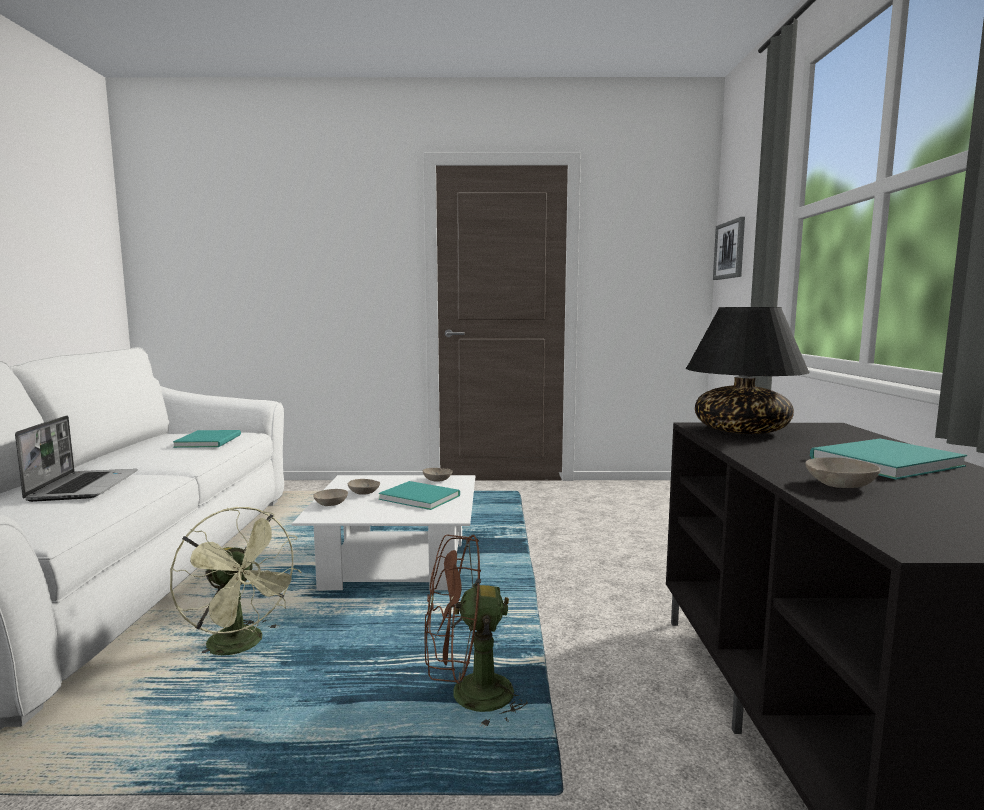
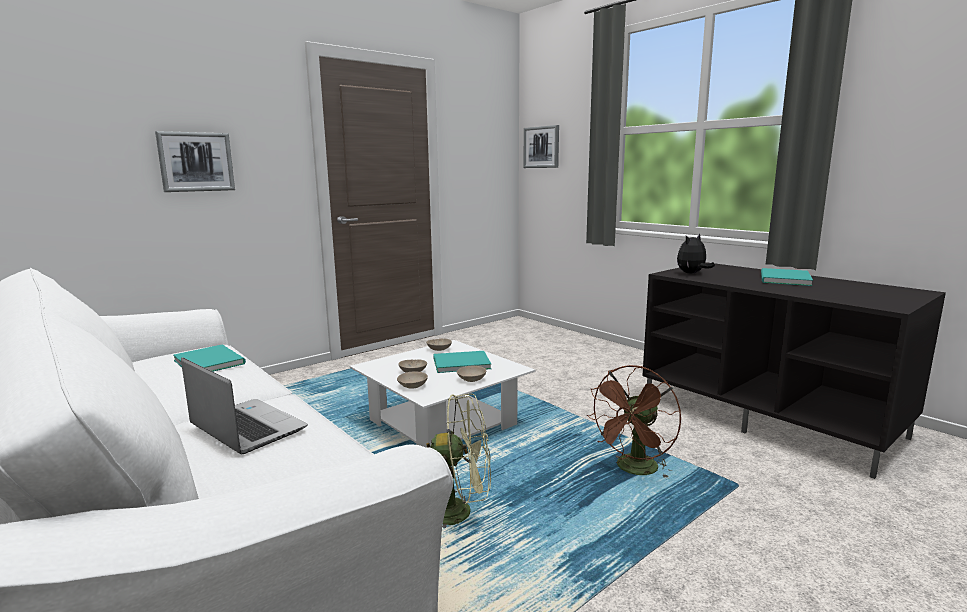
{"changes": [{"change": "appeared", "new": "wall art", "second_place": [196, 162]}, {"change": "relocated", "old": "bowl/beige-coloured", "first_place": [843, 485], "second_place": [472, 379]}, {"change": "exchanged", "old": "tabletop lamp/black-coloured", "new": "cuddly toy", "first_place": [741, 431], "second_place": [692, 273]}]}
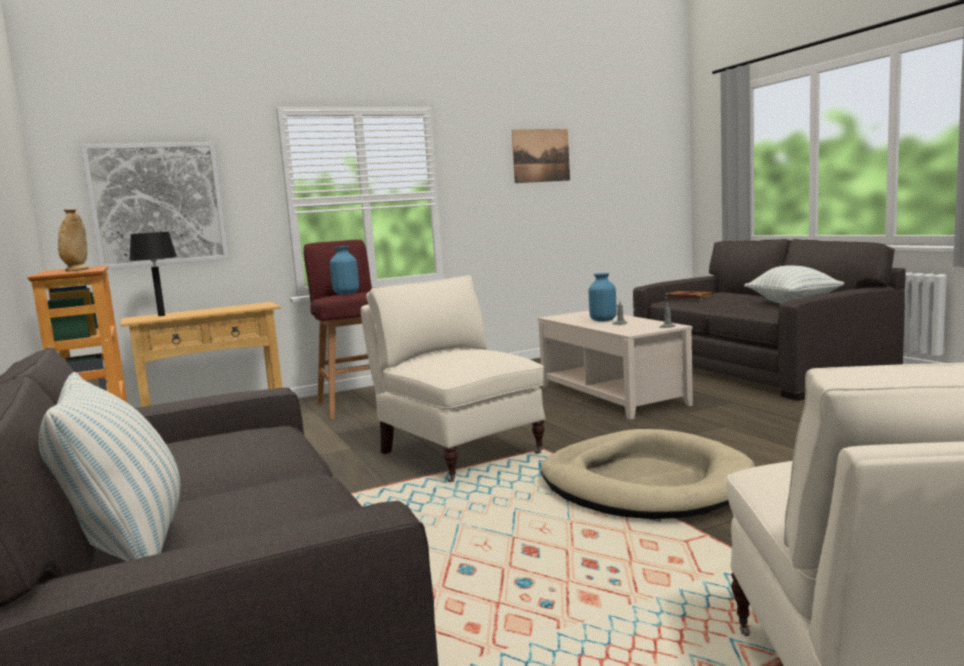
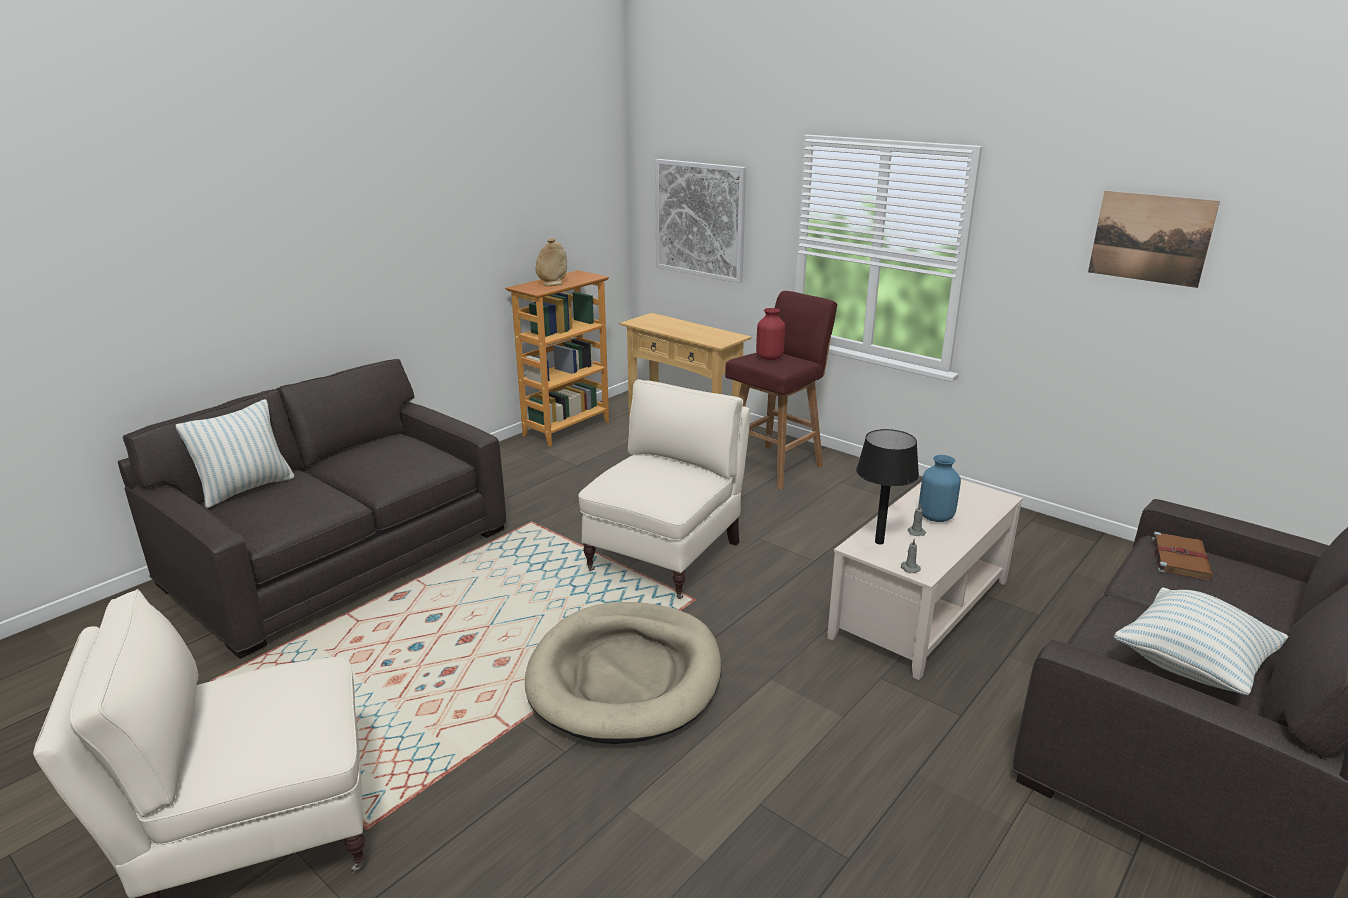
{"changes": [{"change": "colour", "old": "flower vase/blue-coloured", "new": "flower vase/red-coloured", "first_place": [346, 293], "second_place": [769, 358]}, {"change": "relocated", "old": "tabletop lamp/black-coloured", "first_place": [161, 315], "second_place": [878, 542]}]}
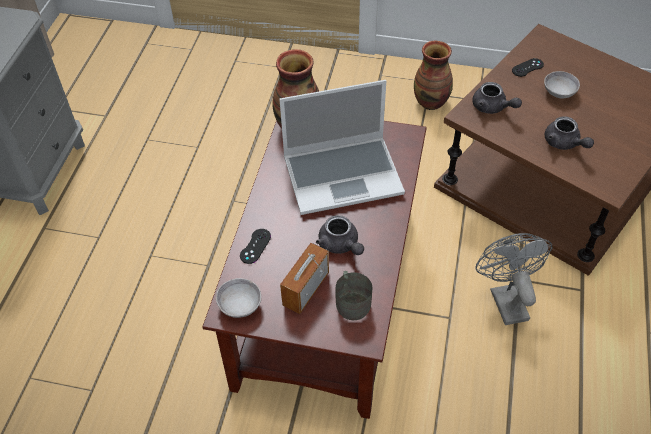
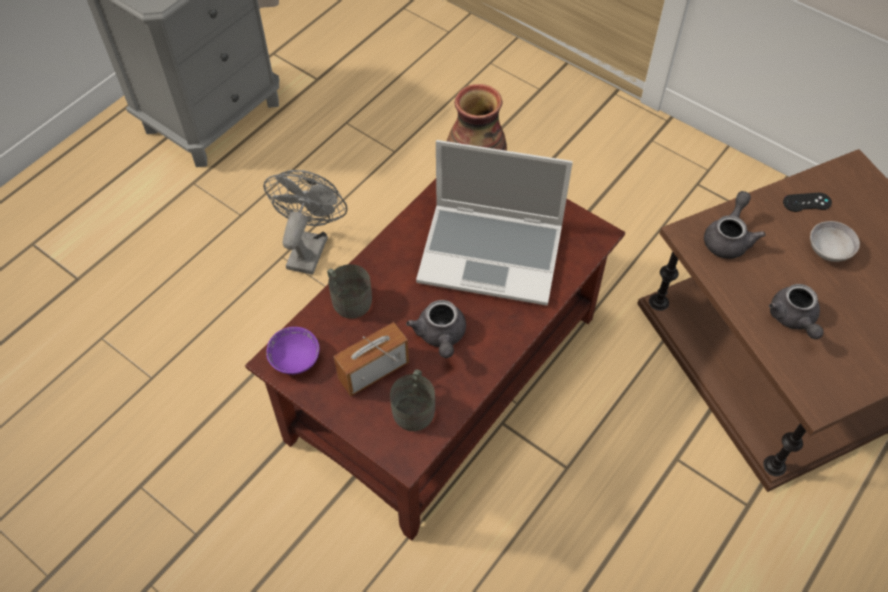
{"changes": [{"change": "relocated", "old": "cooling fan/greyish", "first_place": [505, 299], "second_place": [309, 247]}, {"change": "colour", "old": "bowl/greyish", "new": "bowl/purple", "first_place": [240, 305], "second_place": [295, 358]}, {"change": "exchanged", "old": "game controller/black-coloured", "new": "tea mug/greyish", "first_place": [255, 246], "second_place": [348, 298]}, {"change": "spun", "old": "pot for tea/greyish", "first_place": [492, 107], "second_place": [728, 238], "degrees": -135}, {"change": "missing", "old": "flower vase", "first_place": [431, 102]}]}
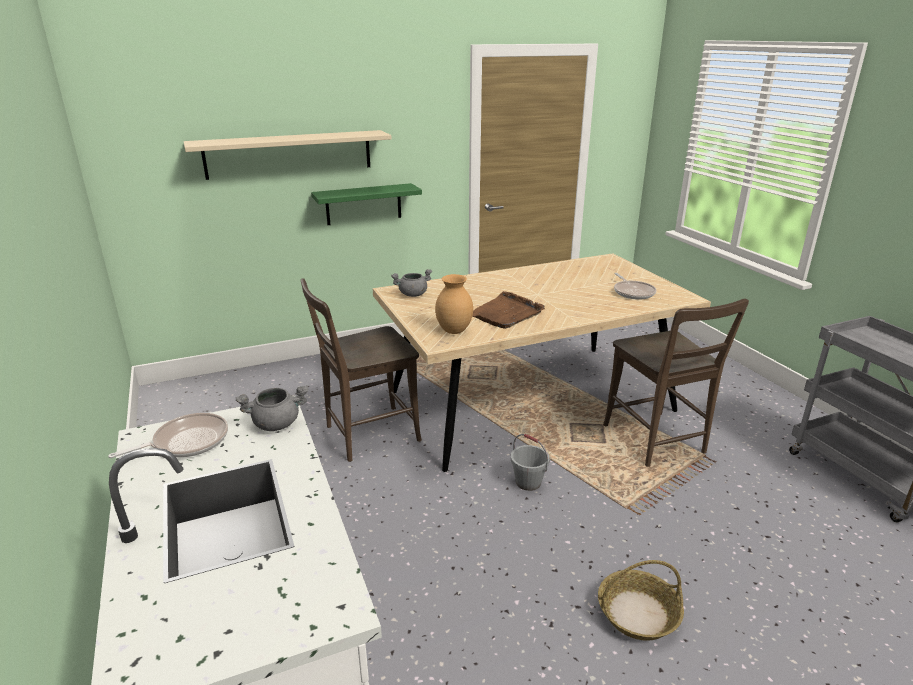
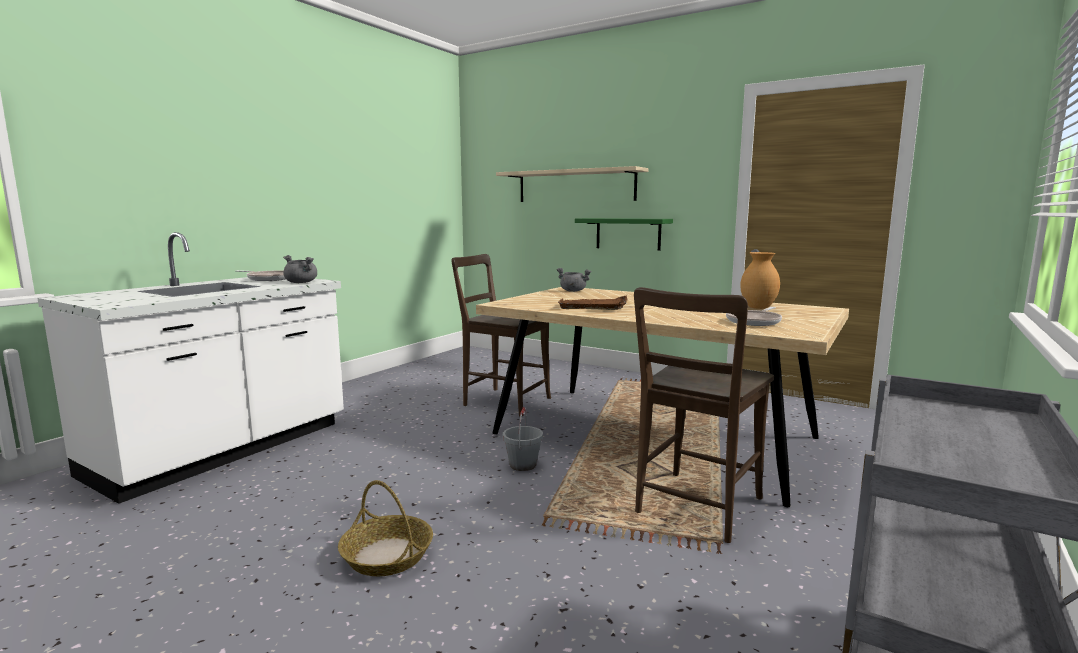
{"changes": [{"change": "relocated", "old": "flower vase/brownish", "first_place": [454, 331], "second_place": [757, 308]}]}
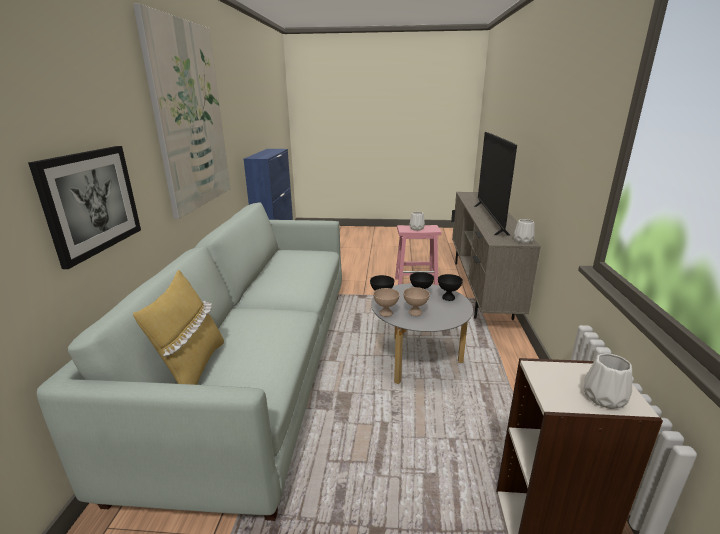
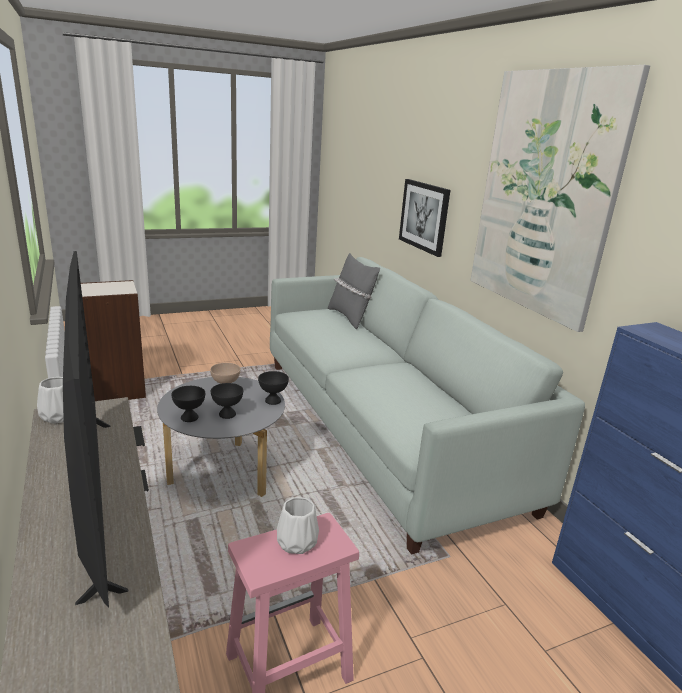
{"changes": [{"change": "colour", "old": "throw pillow/yellow", "new": "throw pillow/greyish", "first_place": [193, 369], "second_place": [350, 317]}, {"change": "missing", "old": "bowl/beige-coloured", "first_place": [385, 313]}, {"change": "missing", "old": "flower vase/white-coloured", "first_place": [602, 398]}]}
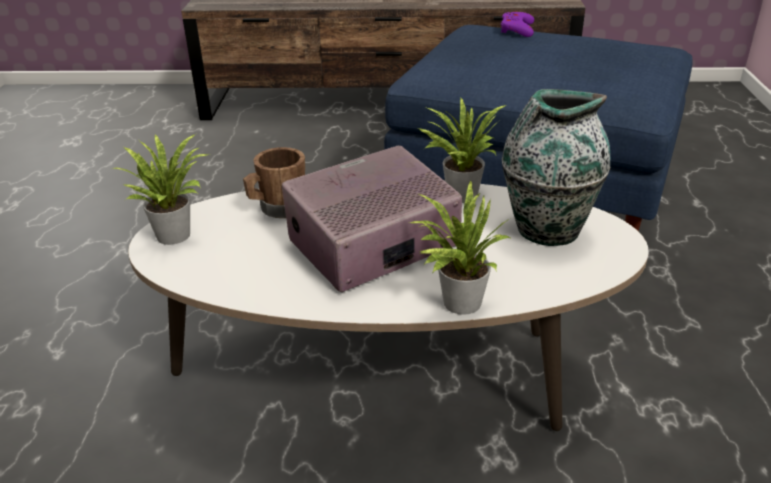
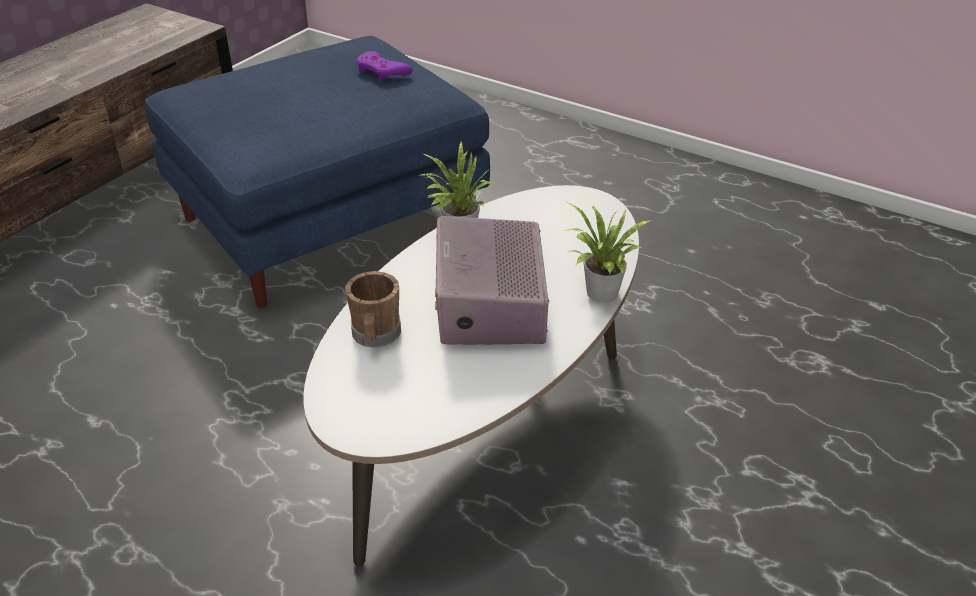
{"changes": [{"change": "relocated", "old": "game controller/purple", "first_place": [517, 29], "second_place": [382, 71]}, {"change": "missing", "old": "houseplant", "first_place": [174, 233]}, {"change": "missing", "old": "flower vase", "first_place": [546, 230]}]}
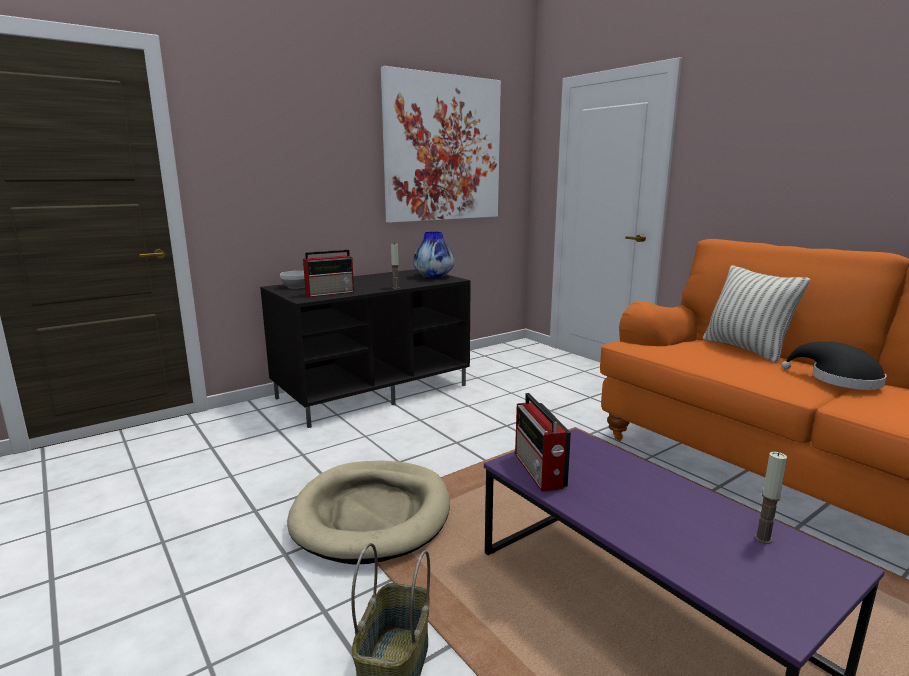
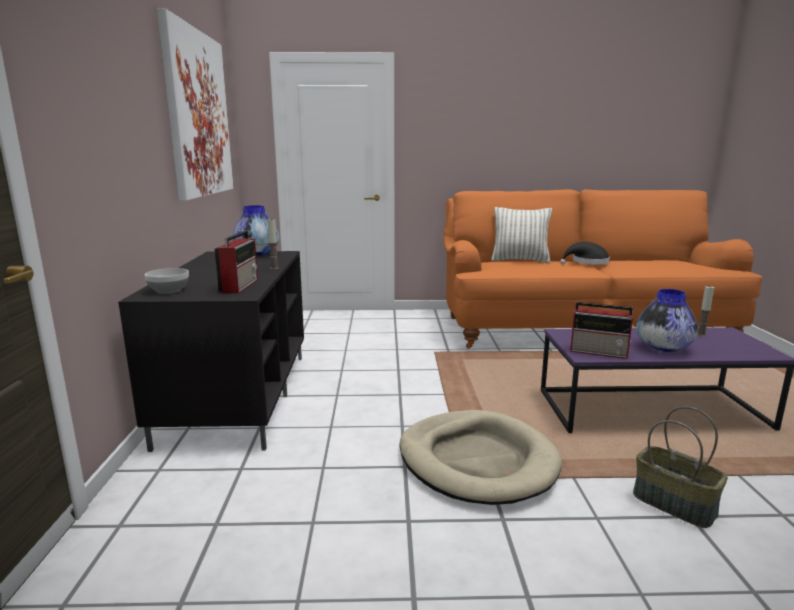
{"changes": [{"change": "appeared", "new": "flower vase", "second_place": [663, 348]}]}
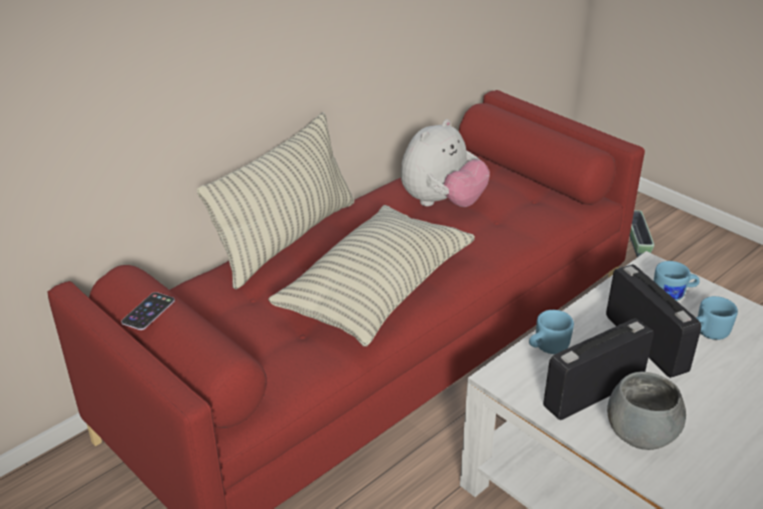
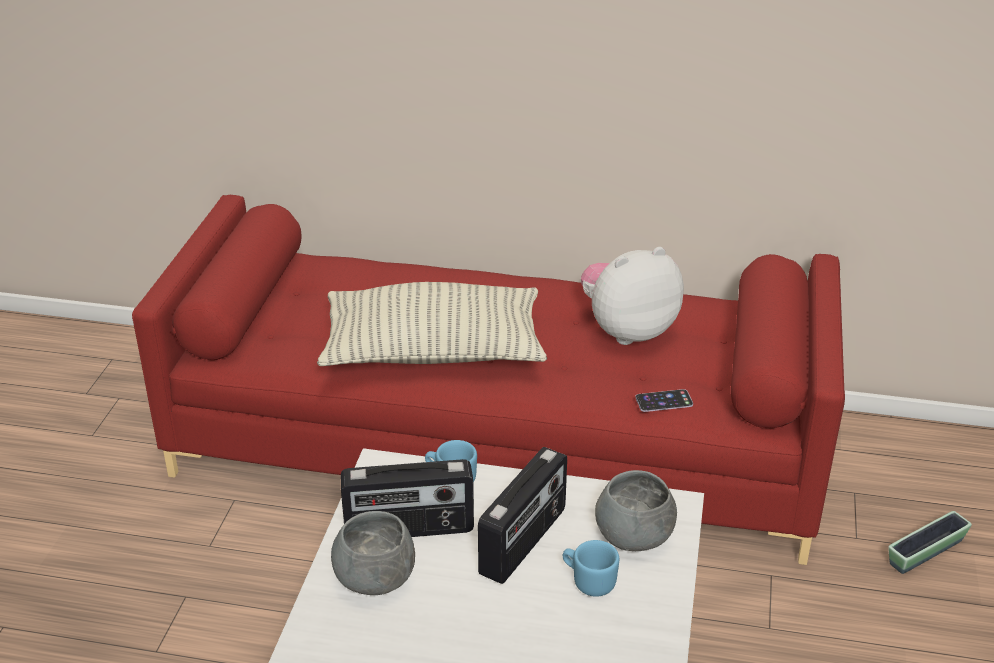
{"changes": [{"change": "spun", "old": "radio set", "first_place": [592, 392], "second_place": [409, 529], "degrees": 150}, {"change": "spun", "old": "cuddly toy", "first_place": [442, 203], "second_place": [627, 330], "degrees": 150}, {"change": "exchanged", "old": "tea mug/blue-coloured", "new": "bowl/greyish", "first_place": [673, 295], "second_place": [635, 537]}, {"change": "relocated", "old": "telephone", "first_place": [148, 311], "second_place": [664, 401]}, {"change": "missing", "old": "throw pillow", "first_place": [287, 239]}]}
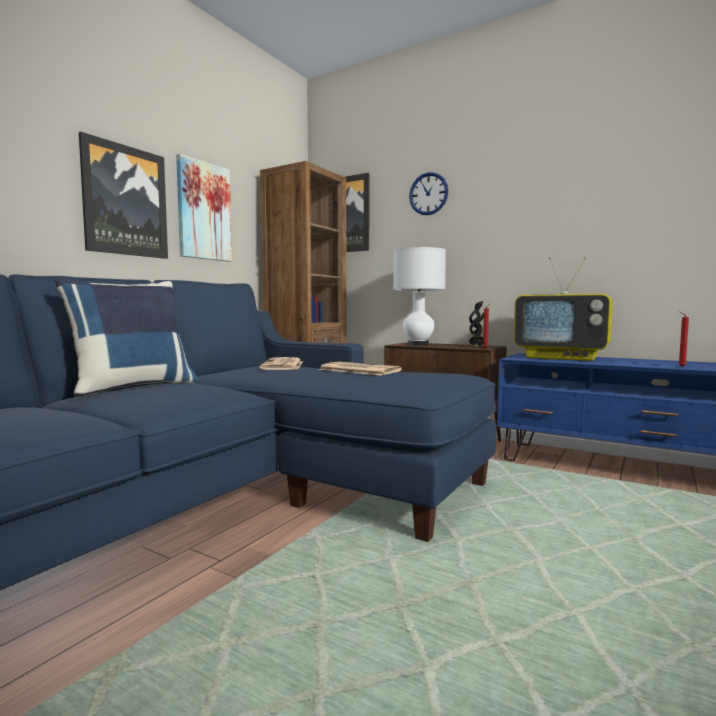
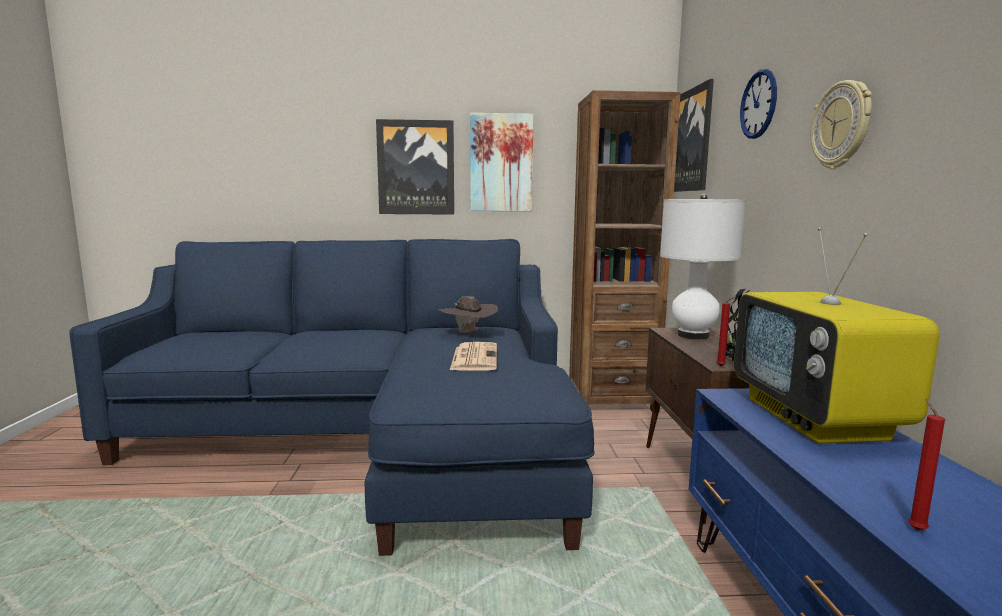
{"changes": [{"change": "exchanged", "old": "printed paper", "new": "hat/brownish", "first_place": [283, 365], "second_place": [468, 333]}, {"change": "appeared", "new": "clock on the wall", "second_place": [841, 125]}, {"change": "missing", "old": "throw pillow/blue-coloured", "first_place": [133, 387]}]}
